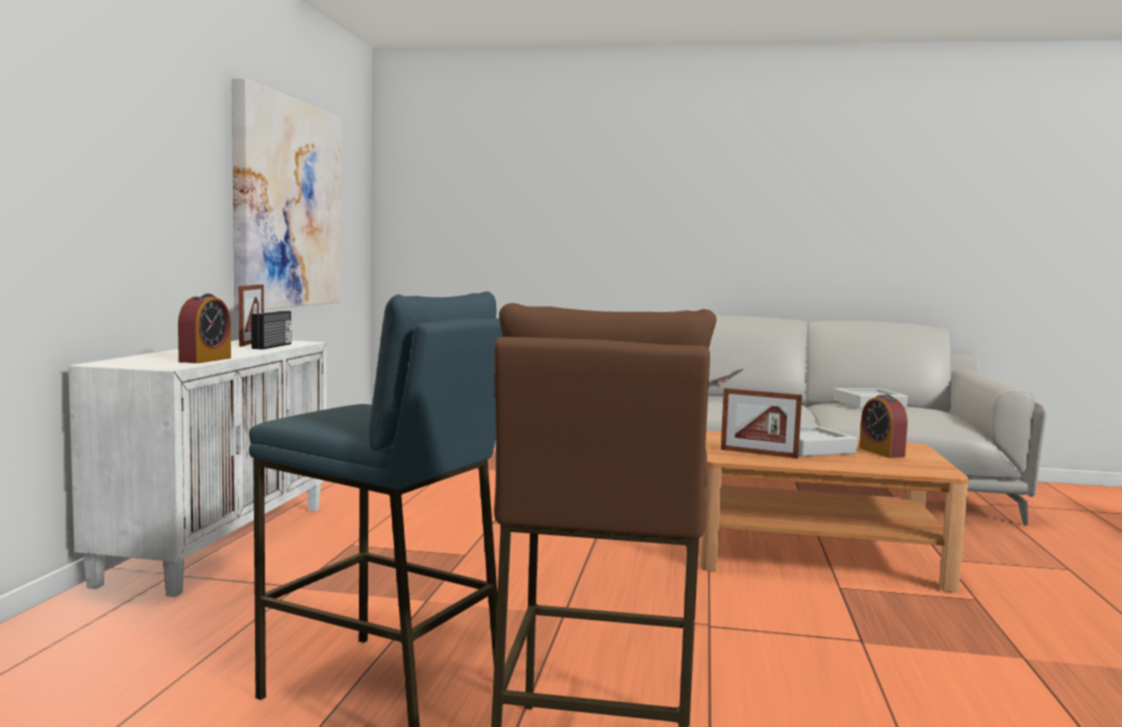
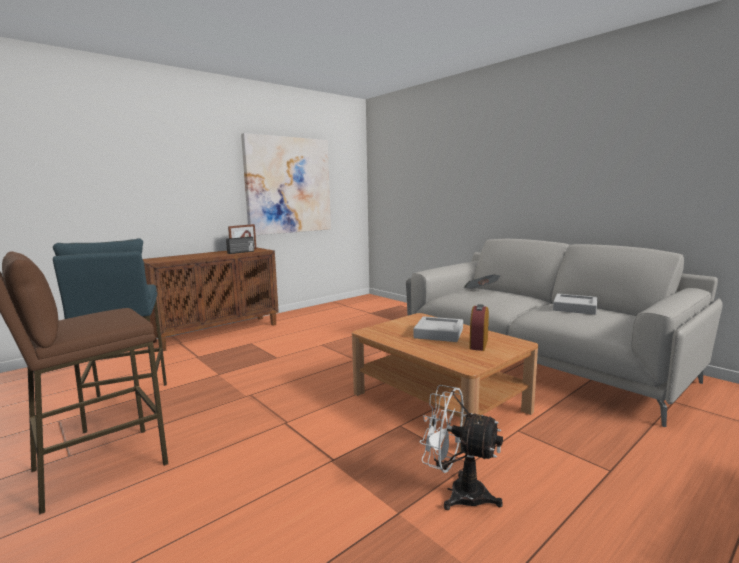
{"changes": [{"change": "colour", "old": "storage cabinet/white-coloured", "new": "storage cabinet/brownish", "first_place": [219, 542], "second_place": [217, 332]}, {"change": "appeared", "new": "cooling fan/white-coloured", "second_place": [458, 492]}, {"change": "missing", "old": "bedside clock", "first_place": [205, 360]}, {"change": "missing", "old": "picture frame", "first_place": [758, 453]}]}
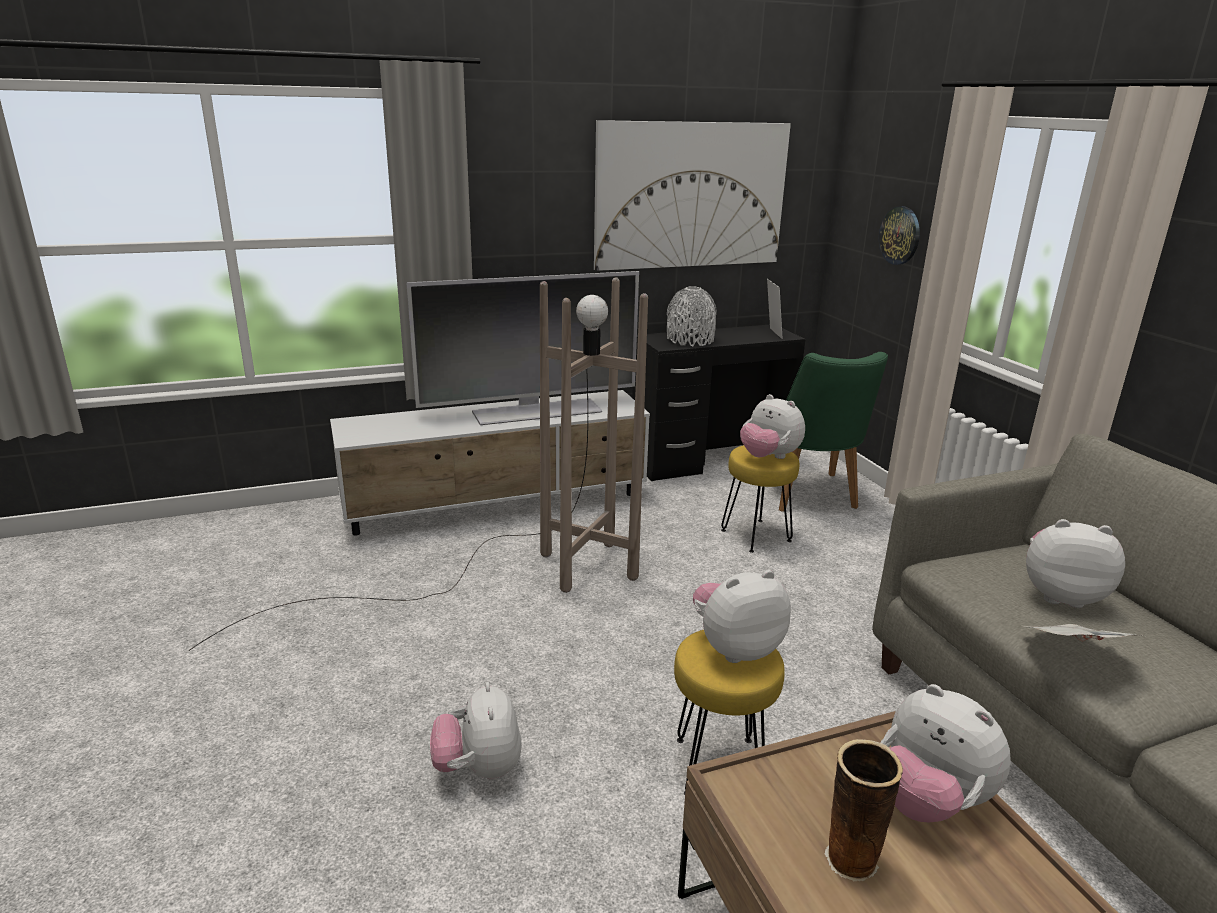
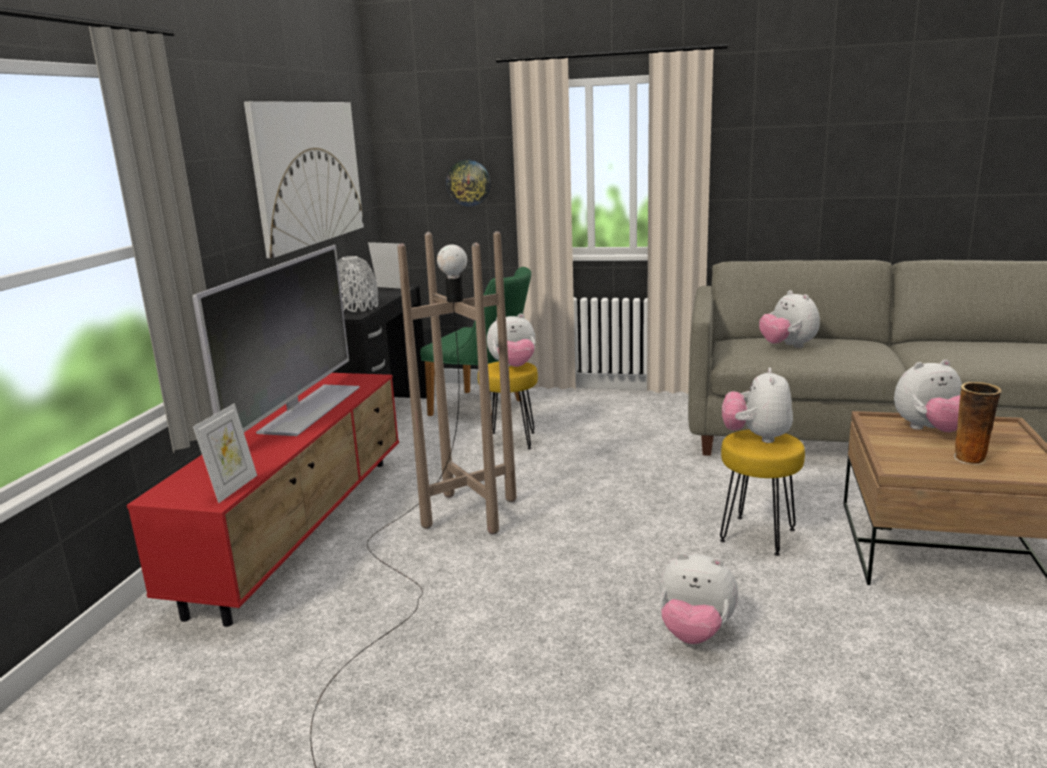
{"changes": [{"change": "colour", "old": "media console/white-coloured", "new": "media console/red-coloured", "first_place": [498, 505], "second_place": [302, 528]}, {"change": "appeared", "new": "picture frame", "second_place": [233, 488]}, {"change": "spun", "old": "cuddly toy", "first_place": [1060, 595], "second_place": [788, 346], "degrees": -75}, {"change": "missing", "old": "printed paper", "first_place": [1073, 654]}]}
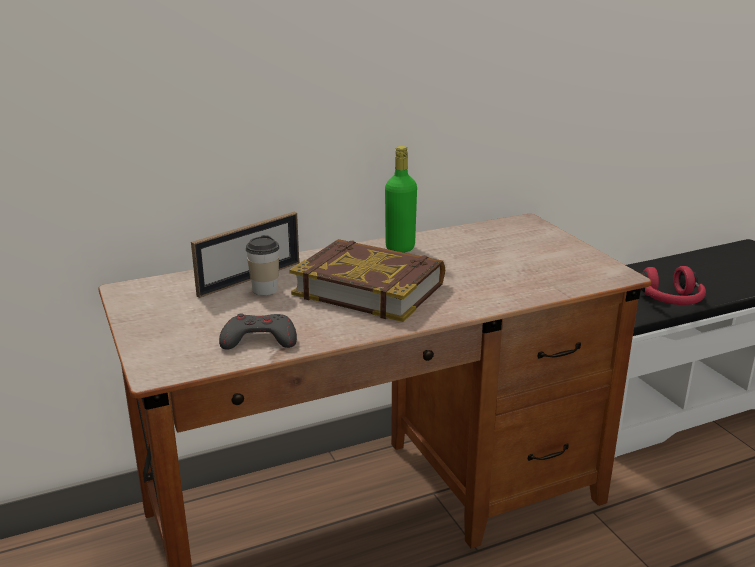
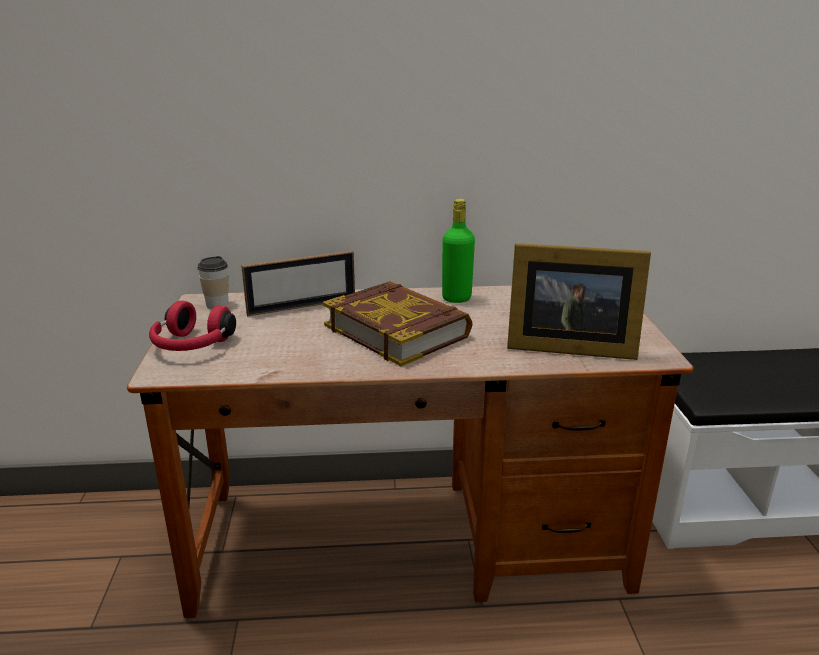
{"changes": [{"change": "relocated", "old": "pair of headphones/red-coloured", "first_place": [671, 301], "second_place": [191, 346]}, {"change": "relocated", "old": "cup", "first_place": [265, 290], "second_place": [217, 304]}, {"change": "appeared", "new": "picture frame", "second_place": [566, 346]}, {"change": "missing", "old": "game controller/greyish", "first_place": [259, 339]}]}
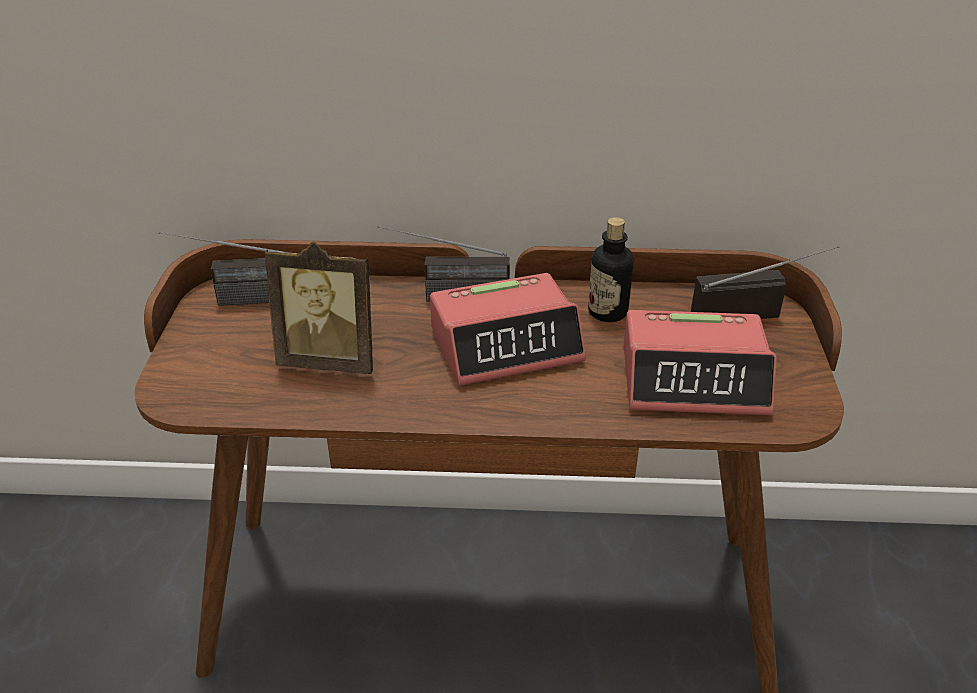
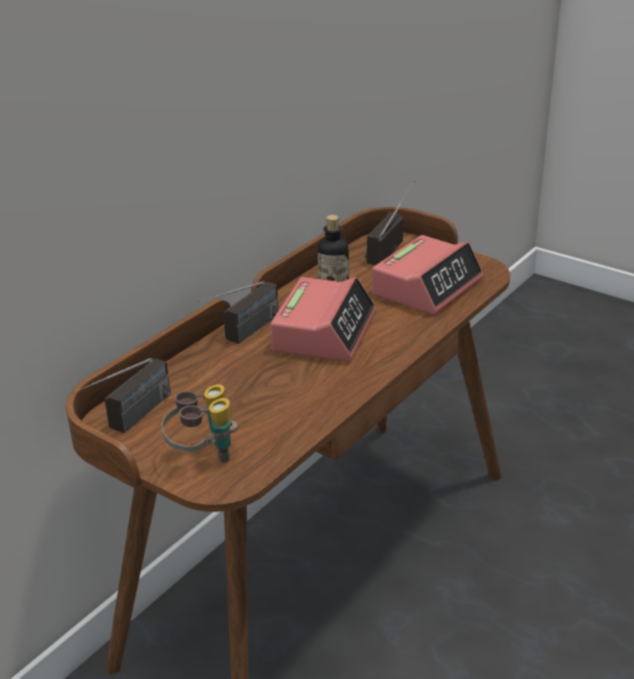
{"changes": [{"change": "appeared", "new": "field glasses", "second_place": [203, 455]}, {"change": "missing", "old": "picture frame", "first_place": [330, 360]}]}
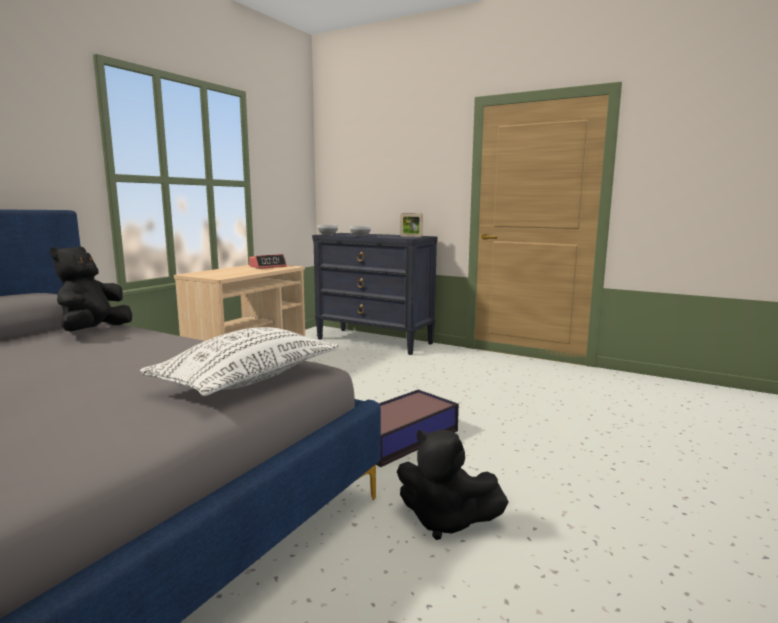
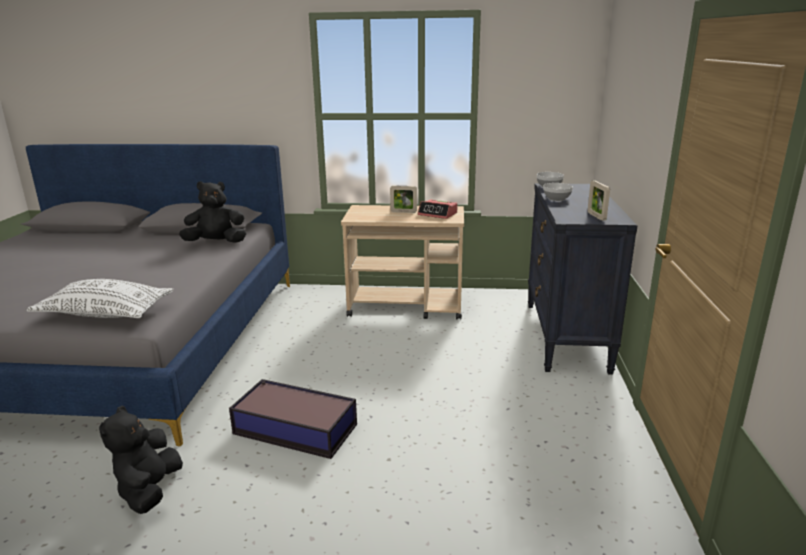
{"changes": [{"change": "appeared", "new": "picture frame", "second_place": [403, 212]}]}
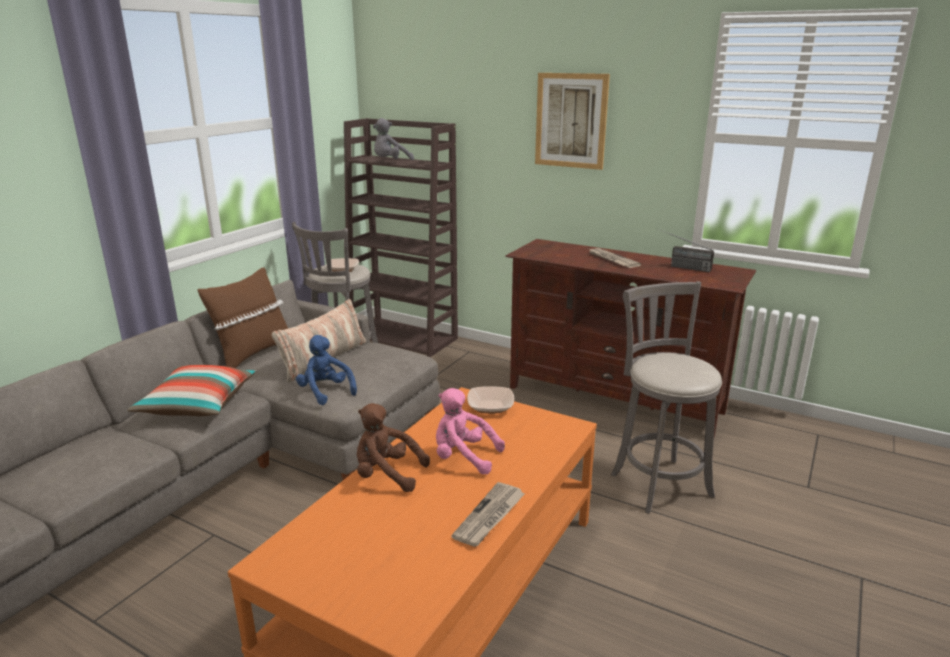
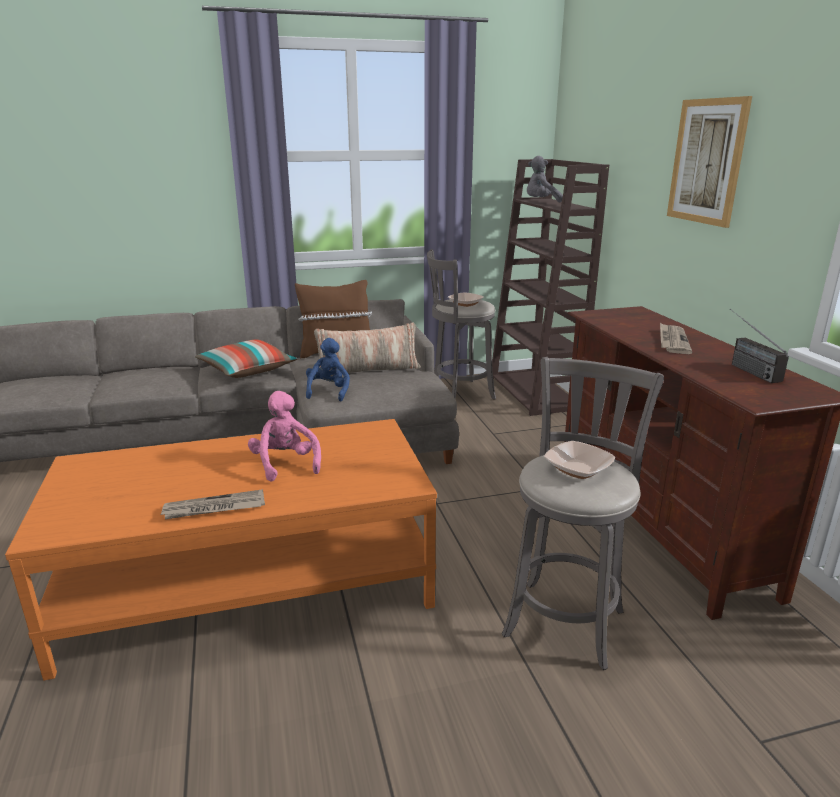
{"changes": [{"change": "relocated", "old": "bowl", "first_place": [490, 407], "second_place": [578, 469]}, {"change": "missing", "old": "cuddly toy/brownish", "first_place": [387, 475]}]}
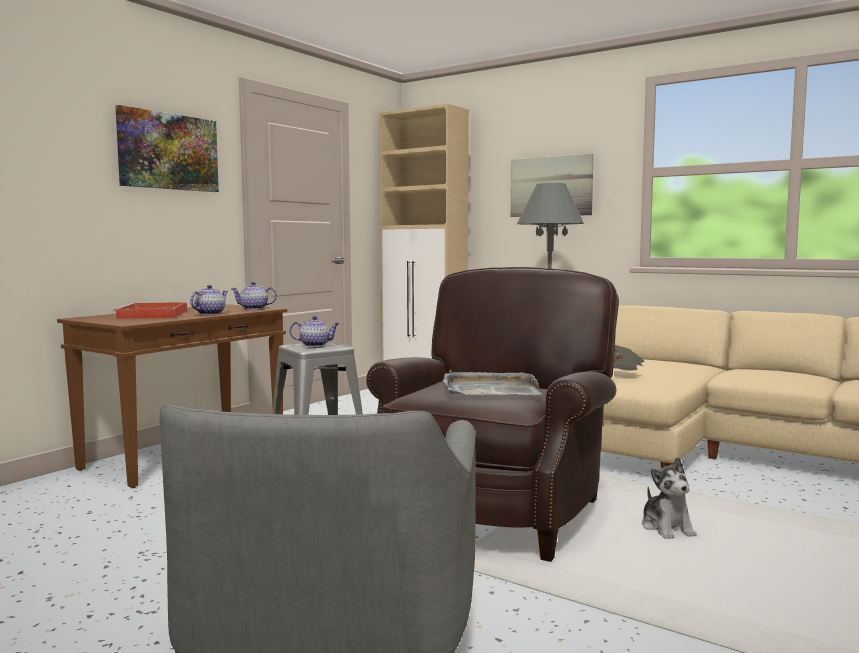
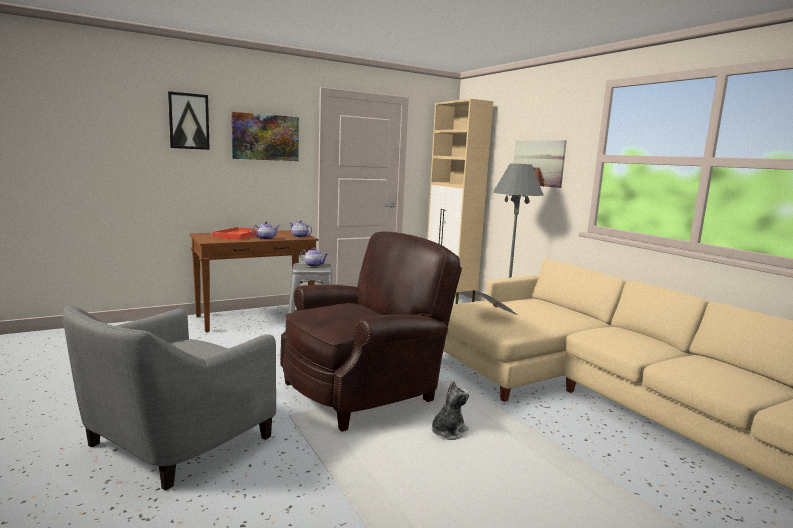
{"changes": [{"change": "appeared", "new": "wall art", "second_place": [189, 121]}, {"change": "spun", "old": "cuddly toy", "first_place": [667, 528], "second_place": [448, 431], "degrees": -150}, {"change": "missing", "old": "serving tray/greyish", "first_place": [489, 389]}]}
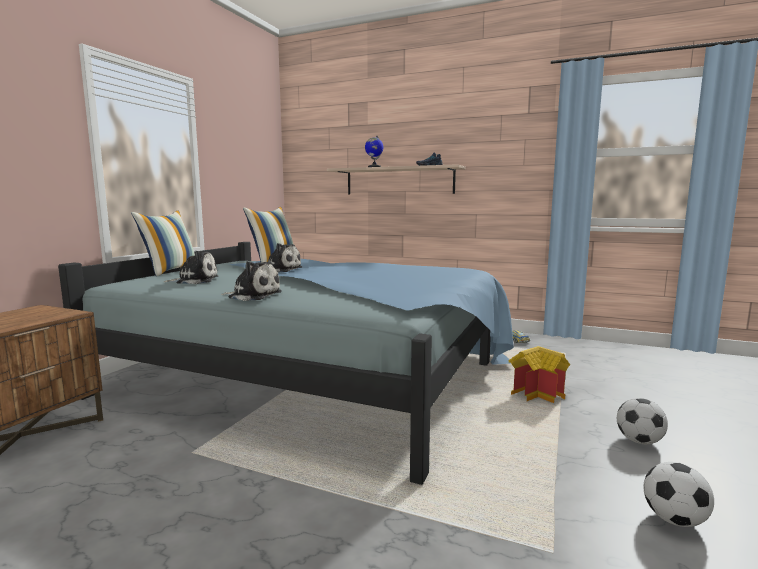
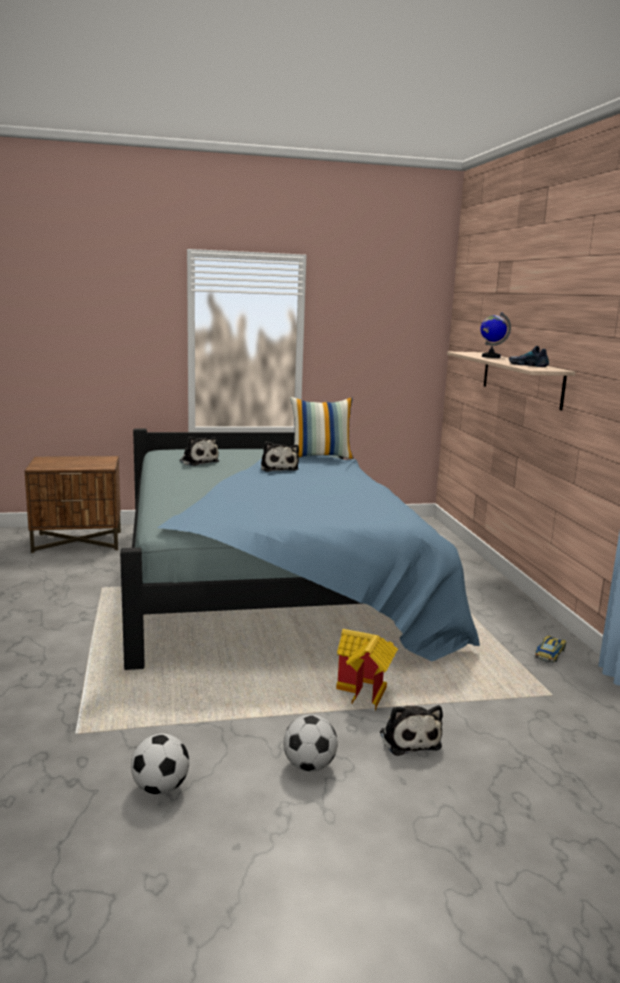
{"changes": [{"change": "relocated", "old": "cuddly toy", "first_place": [253, 296], "second_place": [409, 738]}, {"change": "missing", "old": "throw pillow", "first_place": [170, 271]}]}
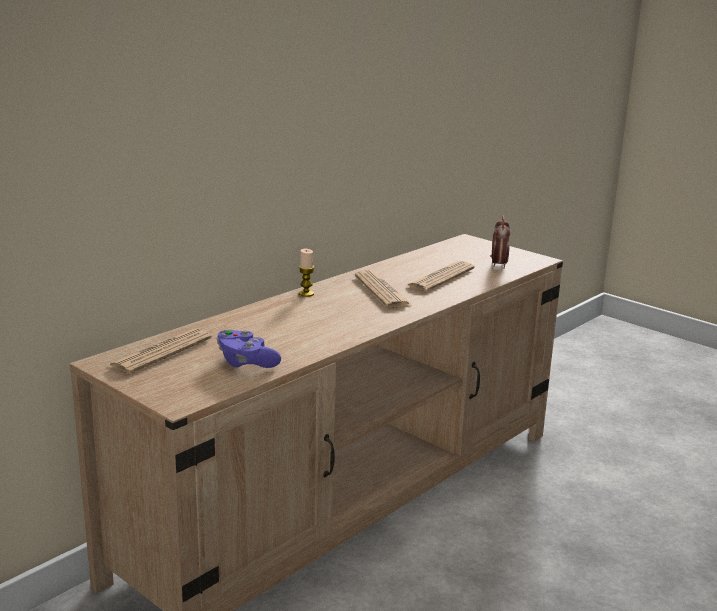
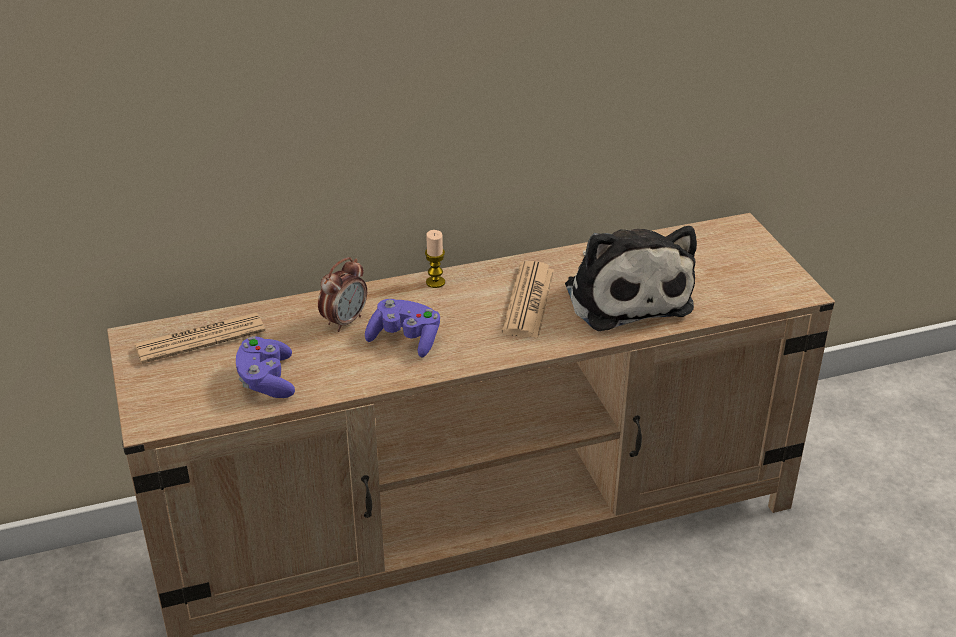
{"changes": [{"change": "relocated", "old": "bedside clock", "first_place": [499, 264], "second_place": [344, 321]}, {"change": "appeared", "new": "game controller/purple", "second_place": [405, 339]}, {"change": "exchanged", "old": "printed paper", "new": "cuddly toy", "first_place": [440, 278], "second_place": [625, 295]}]}
